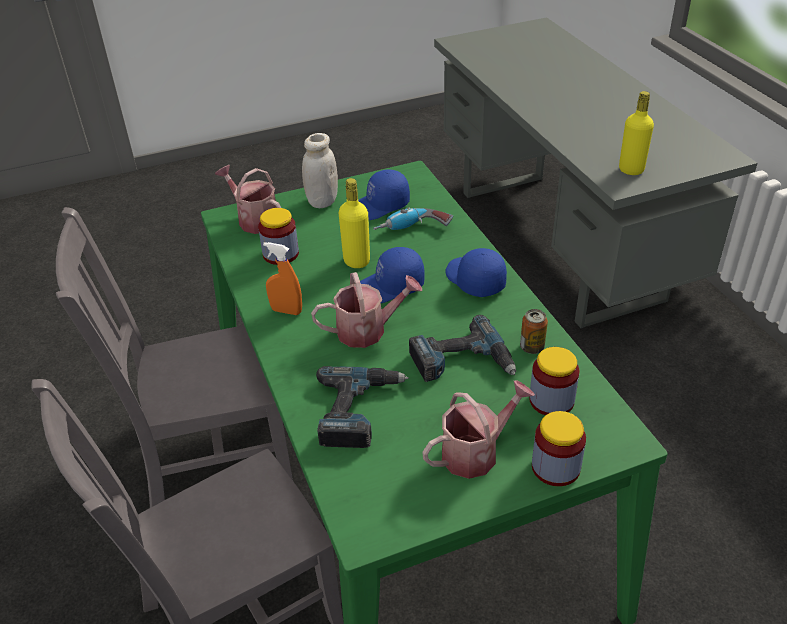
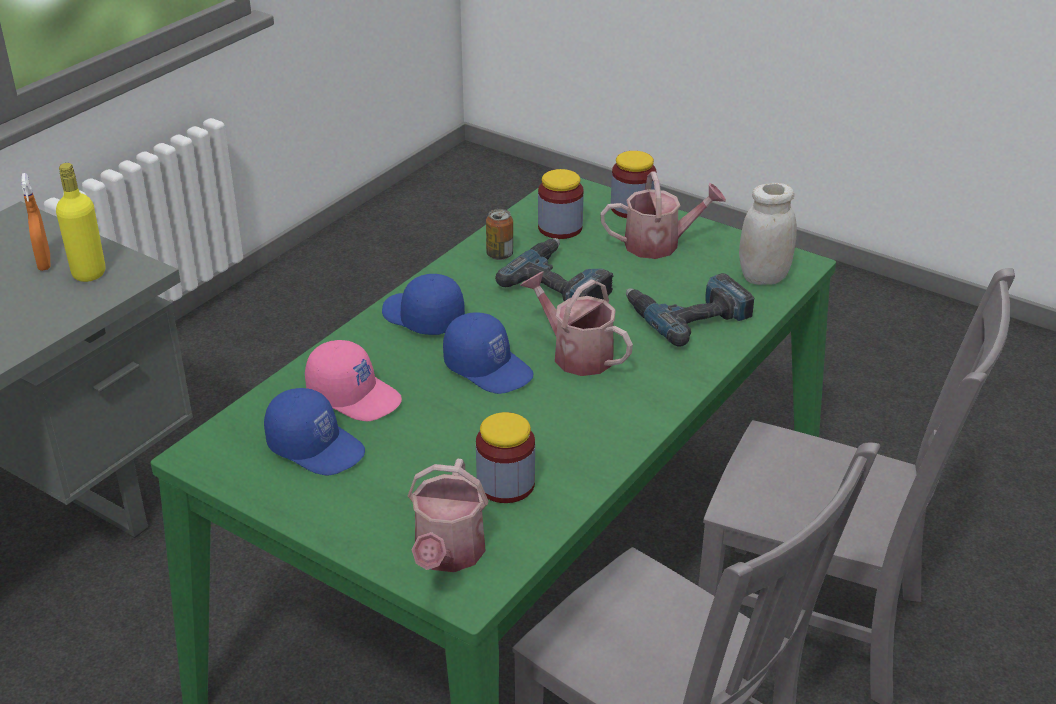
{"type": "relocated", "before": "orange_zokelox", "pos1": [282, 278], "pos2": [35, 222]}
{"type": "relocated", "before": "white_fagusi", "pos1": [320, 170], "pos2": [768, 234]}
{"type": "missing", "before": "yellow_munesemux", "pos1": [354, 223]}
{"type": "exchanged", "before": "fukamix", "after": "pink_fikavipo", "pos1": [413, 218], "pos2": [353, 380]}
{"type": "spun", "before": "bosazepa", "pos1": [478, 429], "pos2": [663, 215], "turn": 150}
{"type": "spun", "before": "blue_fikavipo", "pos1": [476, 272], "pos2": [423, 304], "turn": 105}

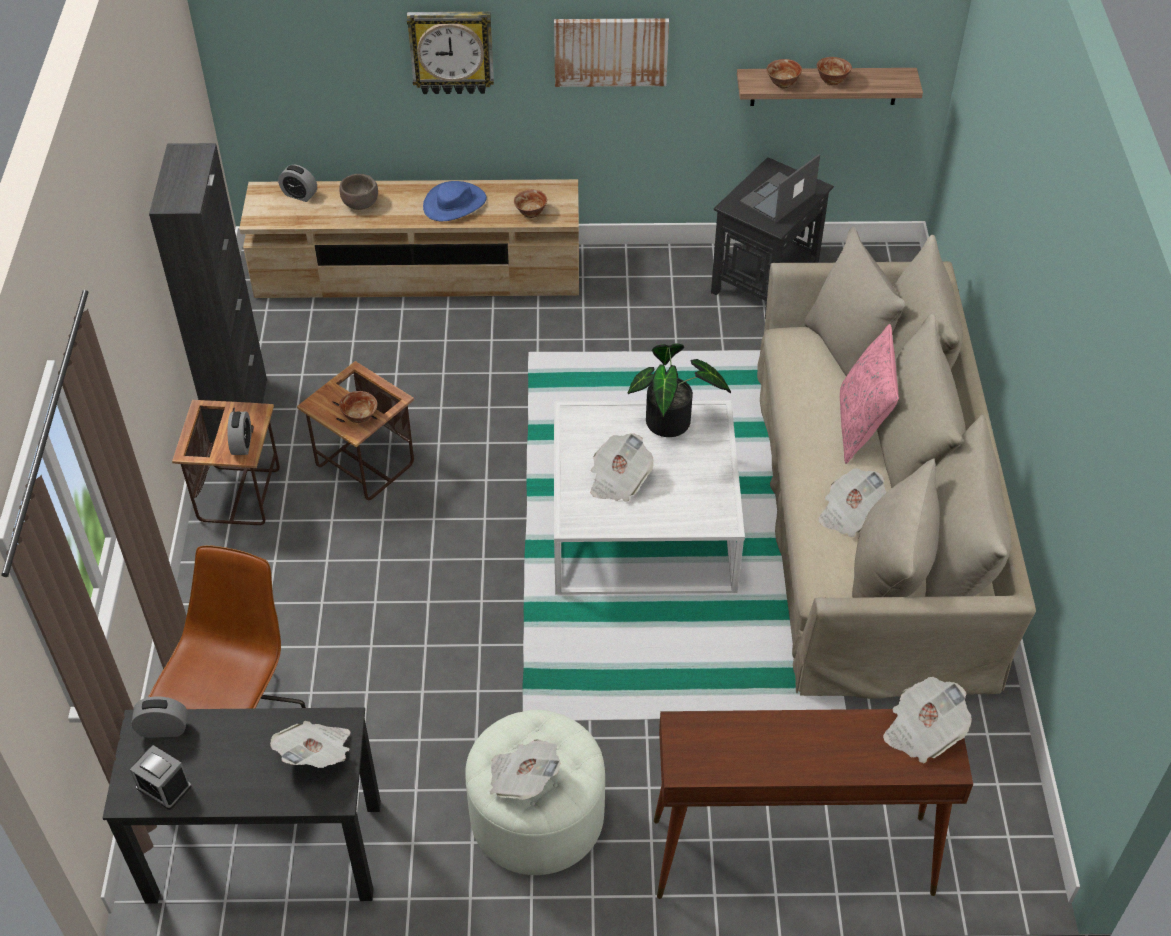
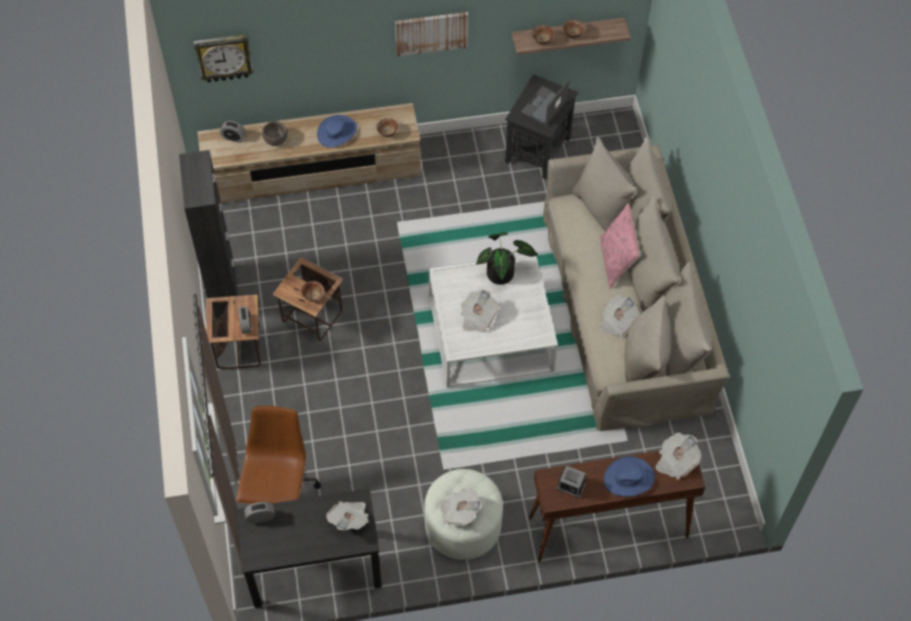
{"type": "relocated", "before": "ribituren", "pos1": [160, 777], "pos2": [571, 482]}
{"type": "relocated", "before": "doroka", "pos1": [450, 52], "pos2": [224, 58]}
{"type": "appeared", "after": "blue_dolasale", "pos2": [629, 476]}

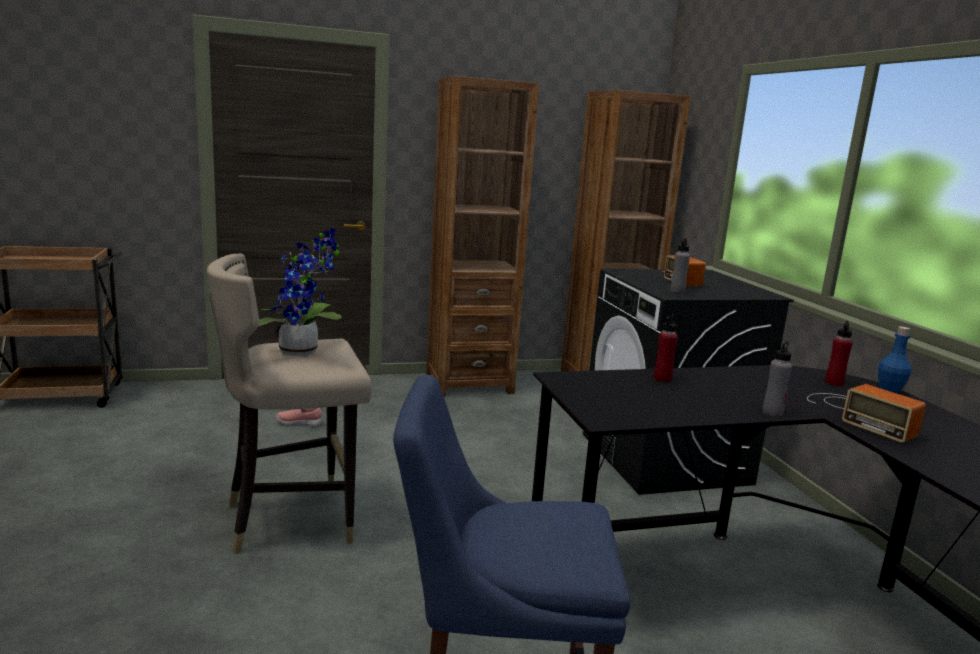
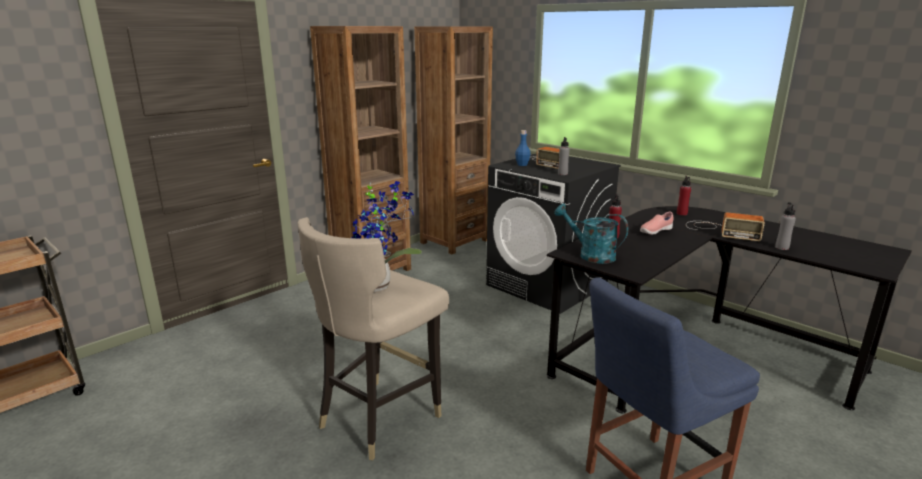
{"type": "relocated", "before": "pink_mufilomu", "pos1": [299, 417], "pos2": [656, 223]}
{"type": "relocated", "before": "grey_munesemux", "pos1": [777, 378], "pos2": [785, 226]}
{"type": "relocated", "before": "blue_munesemux", "pos1": [895, 359], "pos2": [523, 148]}
{"type": "appeared", "after": "turquoise_bosazepa", "pos2": [591, 234]}

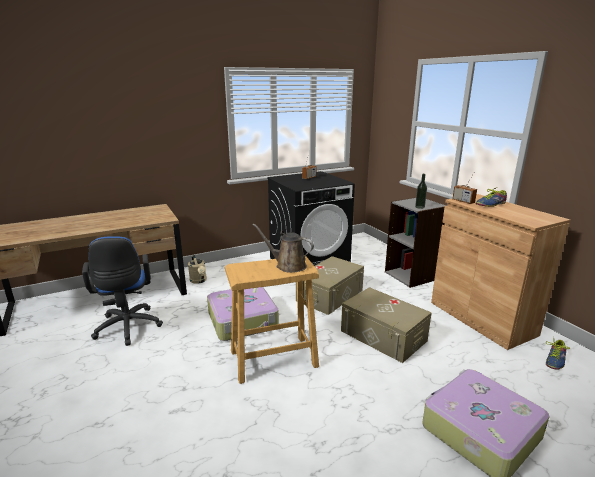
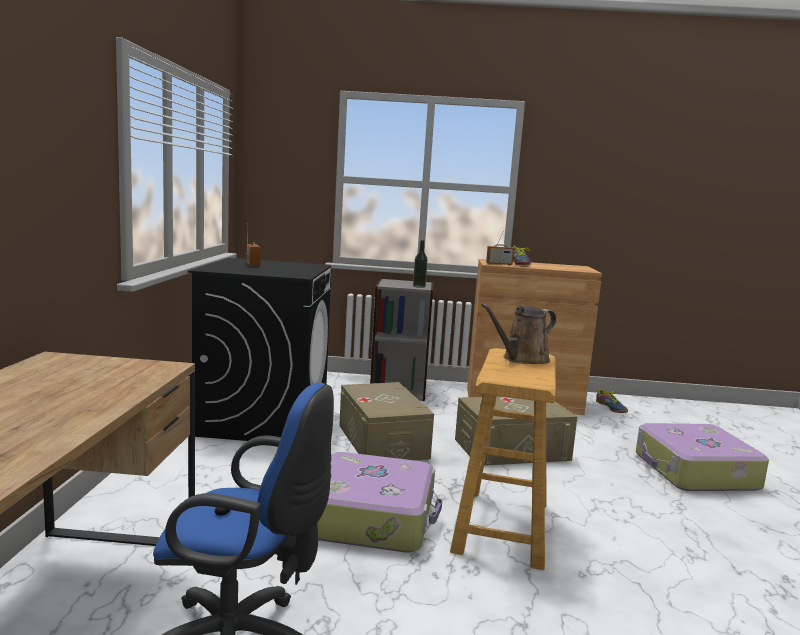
{"type": "missing", "before": "beige_bosazepa", "pos1": [197, 269]}

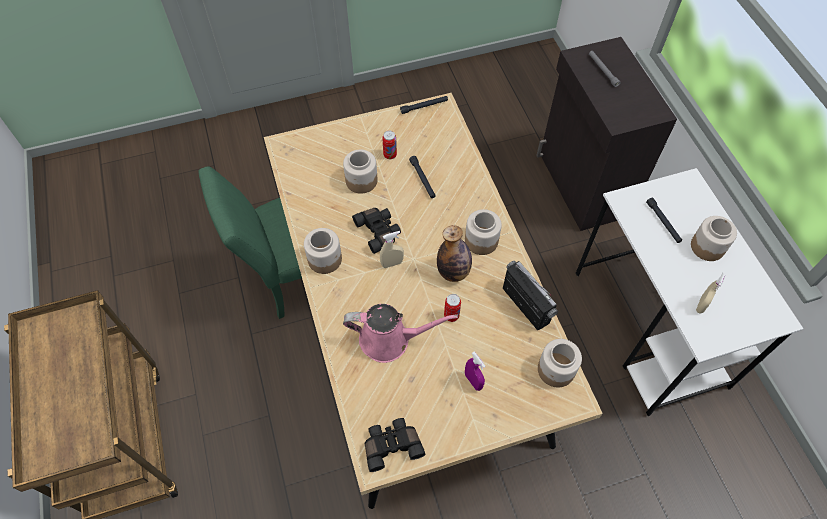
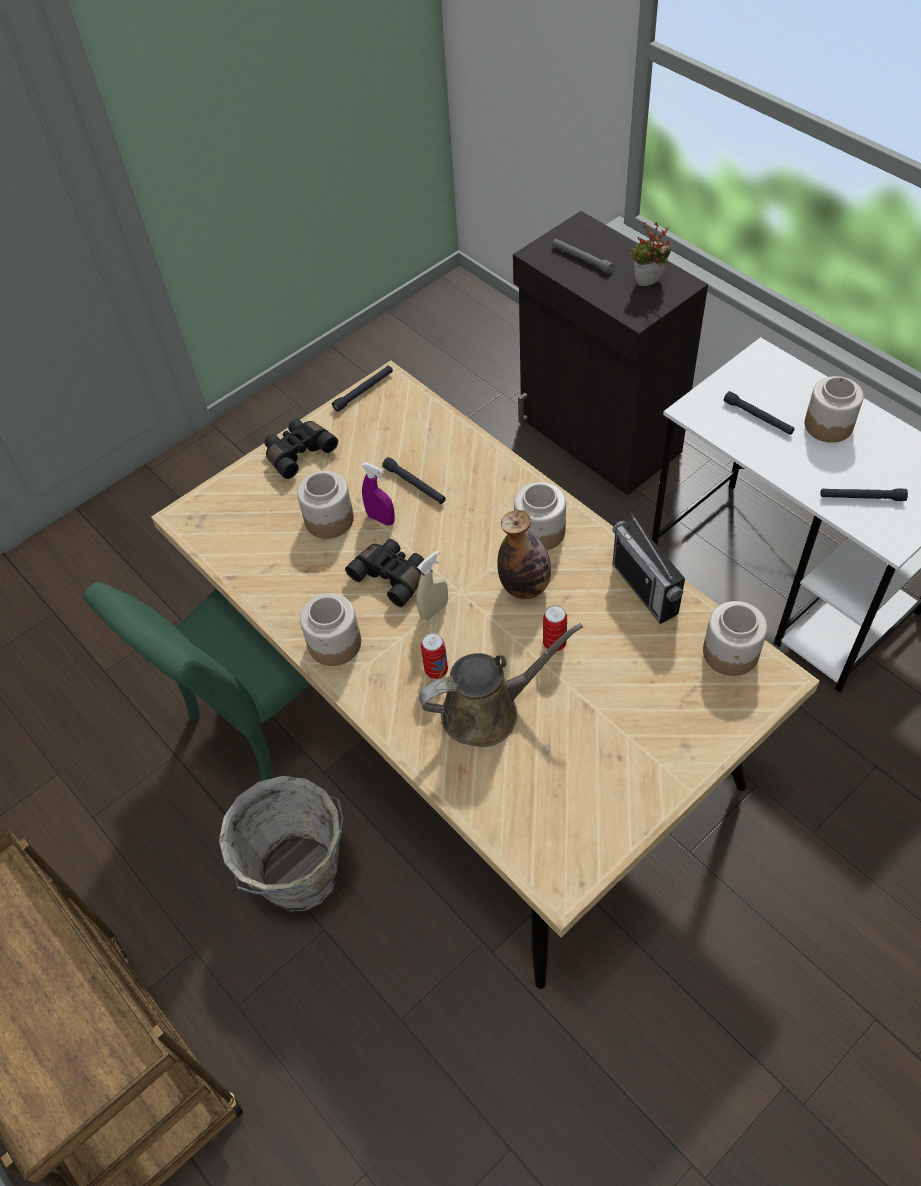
{"type": "colour", "before": "pink_bosazepa", "after": "brown_bosazepa", "pos1": [400, 333], "pos2": [501, 685]}
{"type": "relocated", "before": "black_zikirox", "pos1": [395, 445], "pos2": [301, 449]}
{"type": "relocated", "before": "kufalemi", "pos1": [389, 145], "pos2": [434, 656]}
{"type": "relocated", "before": "purple_zokelox", "pos1": [475, 371], "pos2": [378, 494]}
{"type": "spun", "before": "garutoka", "pos1": [530, 295], "pos2": [649, 568], "turn": -150}
{"type": "exchanged", "before": "beige_zokelox", "after": "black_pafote", "pos1": [711, 293], "pos2": [864, 494]}
{"type": "appeared", "after": "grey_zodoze", "pos2": [281, 844]}
{"type": "appeared", "after": "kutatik", "pos2": [650, 254]}

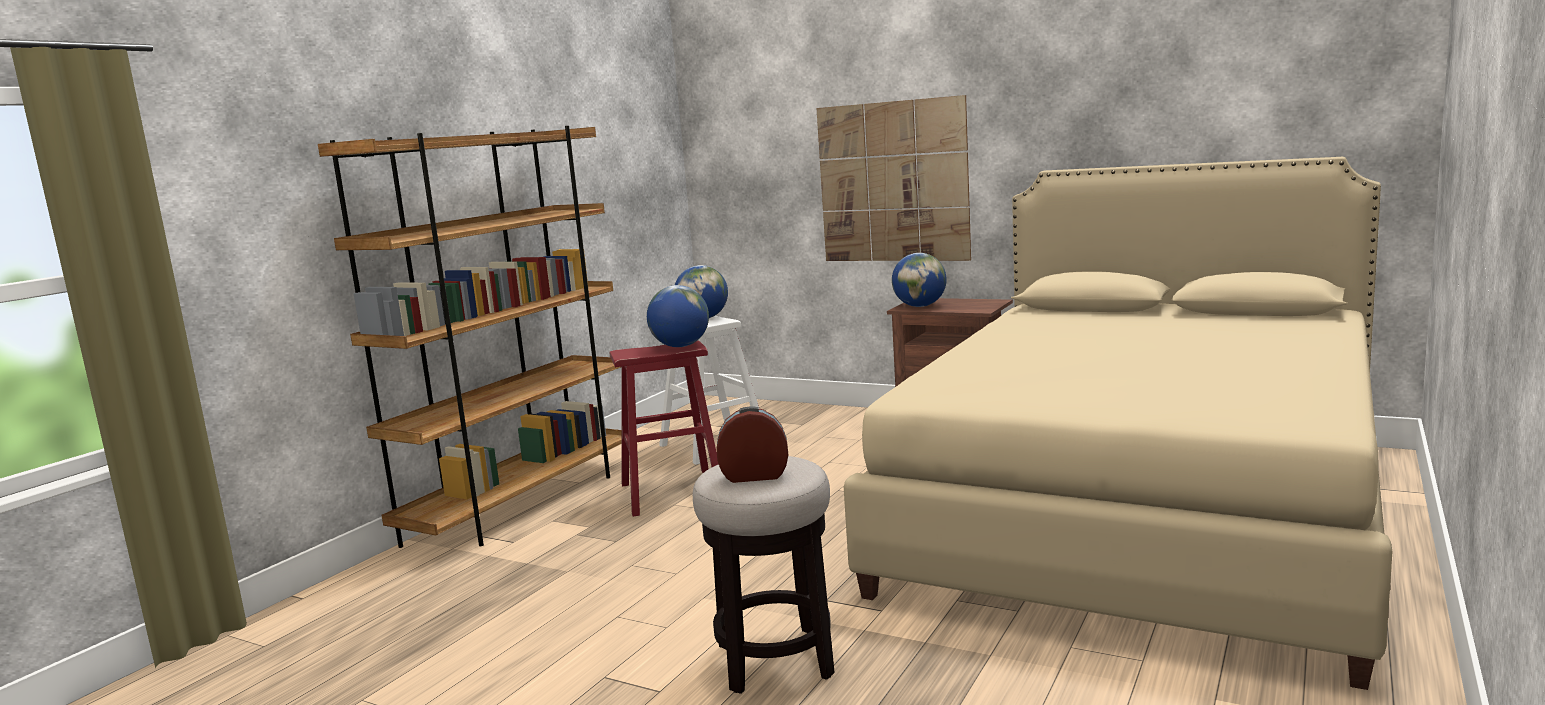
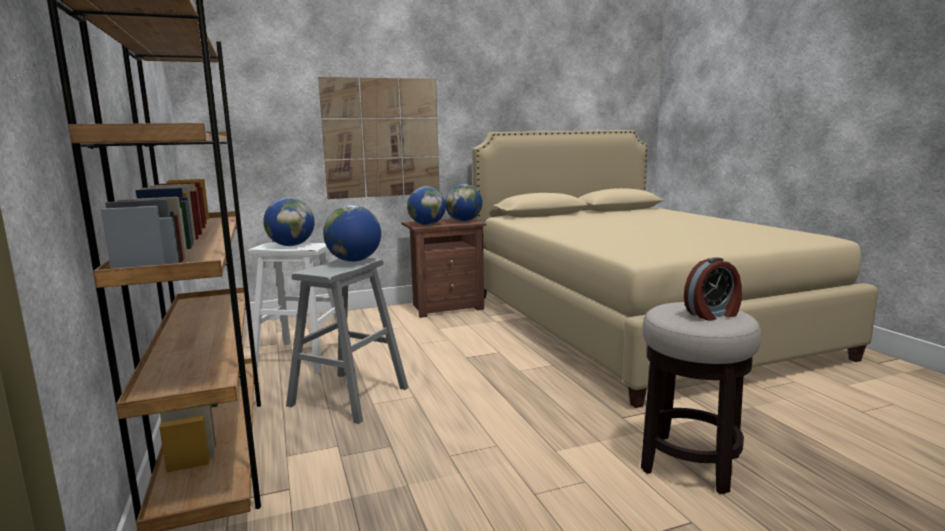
{"type": "colour", "before": "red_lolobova", "after": "grey_lolobova", "pos1": [663, 428], "pos2": [347, 341]}
{"type": "spun", "before": "ribituren", "pos1": [752, 445], "pos2": [713, 289], "turn": -150}
{"type": "appeared", "after": "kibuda", "pos2": [463, 202]}

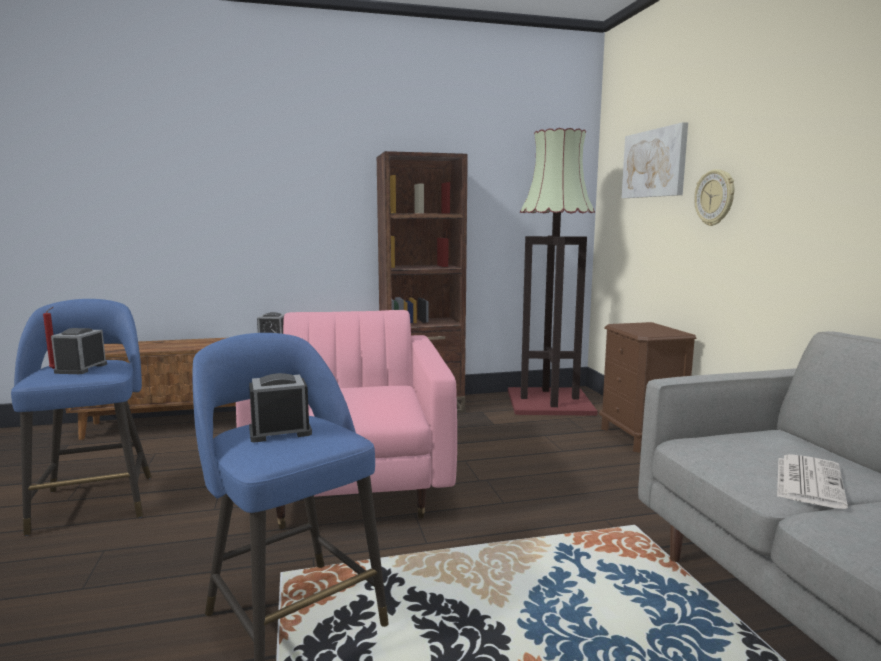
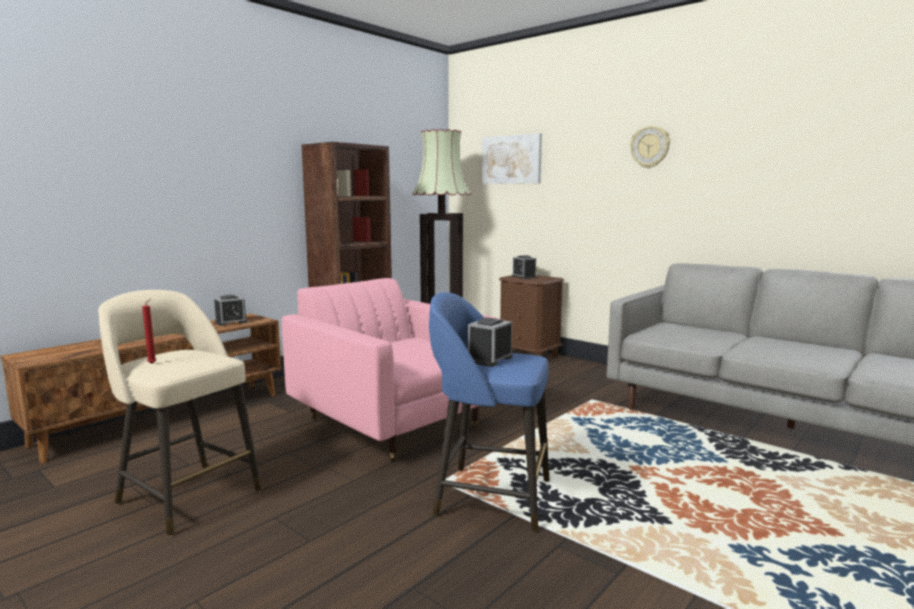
{"type": "colour", "before": "blue_lolobova", "after": "beige_lolobova", "pos1": [81, 417], "pos2": [180, 413]}
{"type": "relocated", "before": "ribituren", "pos1": [79, 351], "pos2": [524, 267]}
{"type": "relocated", "before": "doroka", "pos1": [714, 197], "pos2": [650, 147]}
{"type": "missing", "before": "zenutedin", "pos1": [812, 481]}

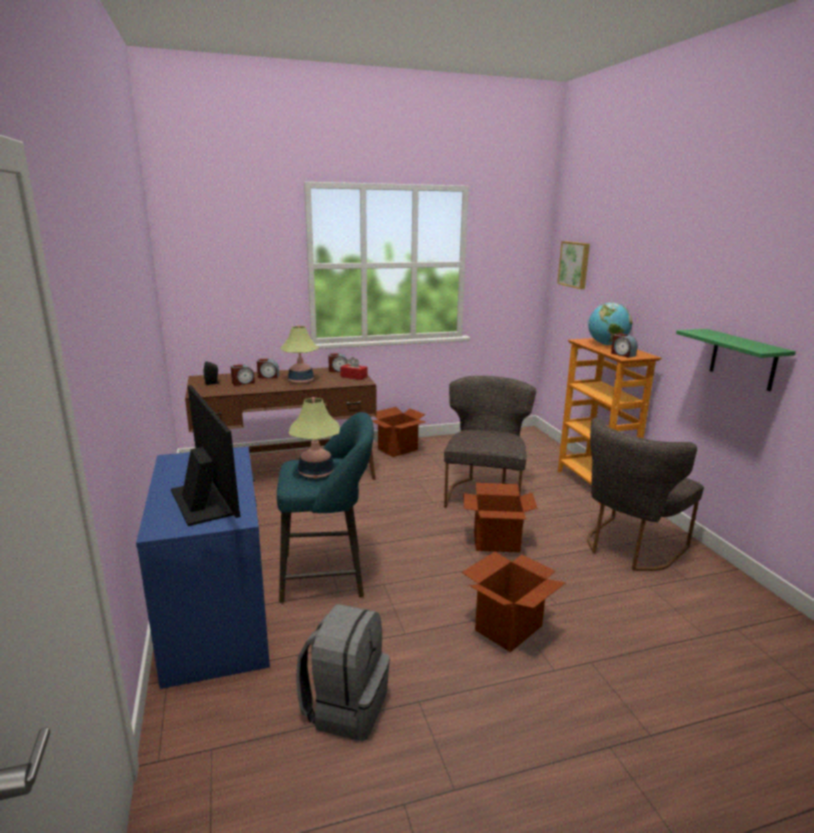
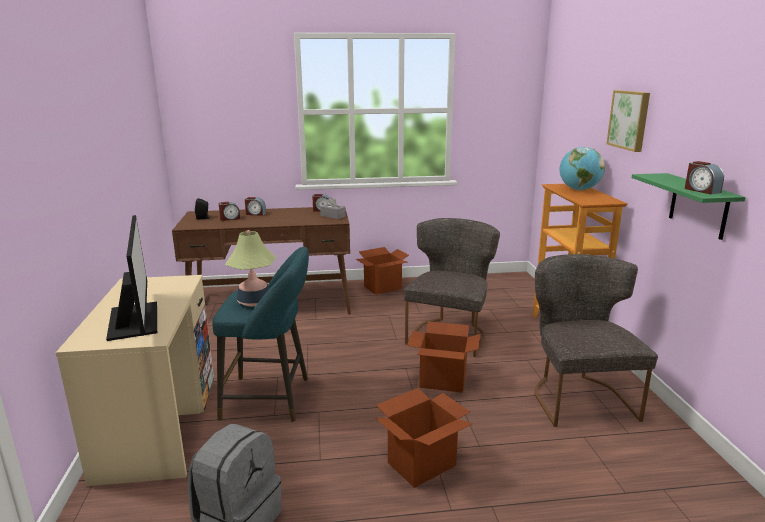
{"type": "colour", "before": "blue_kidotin", "after": "beige_kidotin", "pos1": [203, 568], "pos2": [135, 380]}
{"type": "missing", "before": "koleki", "pos1": [299, 354]}
{"type": "colour", "before": "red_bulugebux", "after": "grey_bulugebux", "pos1": [354, 368], "pos2": [333, 208]}
{"type": "relocated", "before": "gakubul", "pos1": [573, 265], "pos2": [628, 121]}
{"type": "spun", "before": "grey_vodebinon", "pos1": [645, 494], "pos2": [596, 340], "turn": 120}
{"type": "relocated", "before": "ribituren", "pos1": [624, 345], "pos2": [704, 177]}

